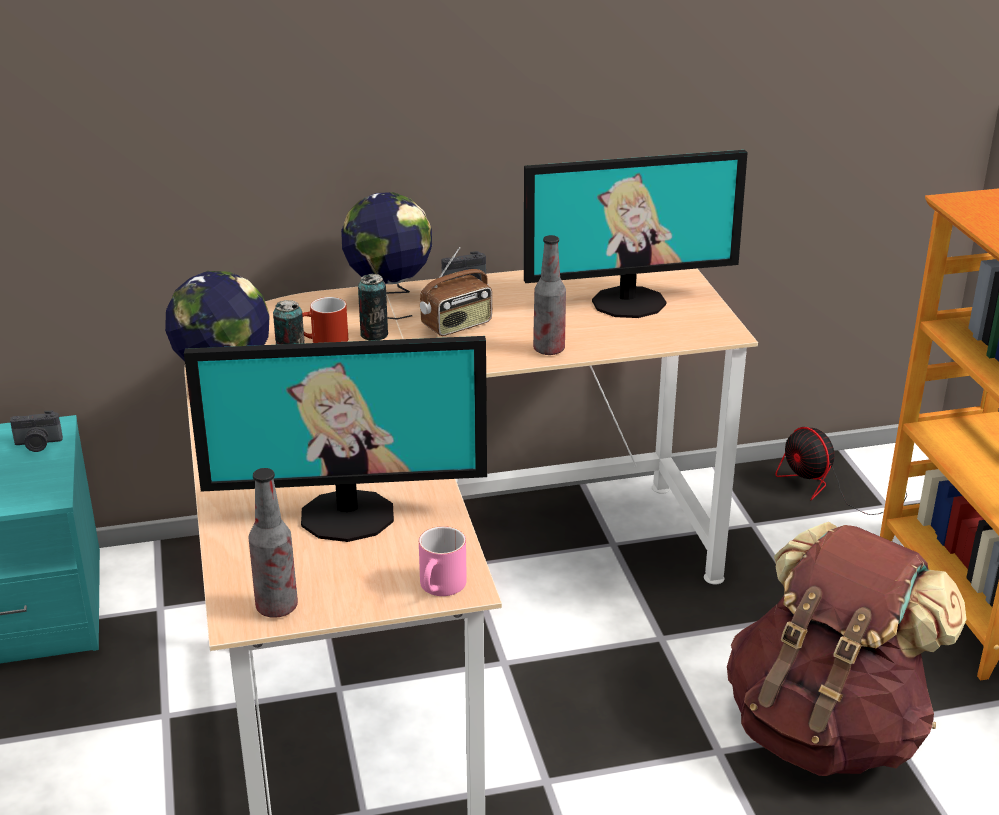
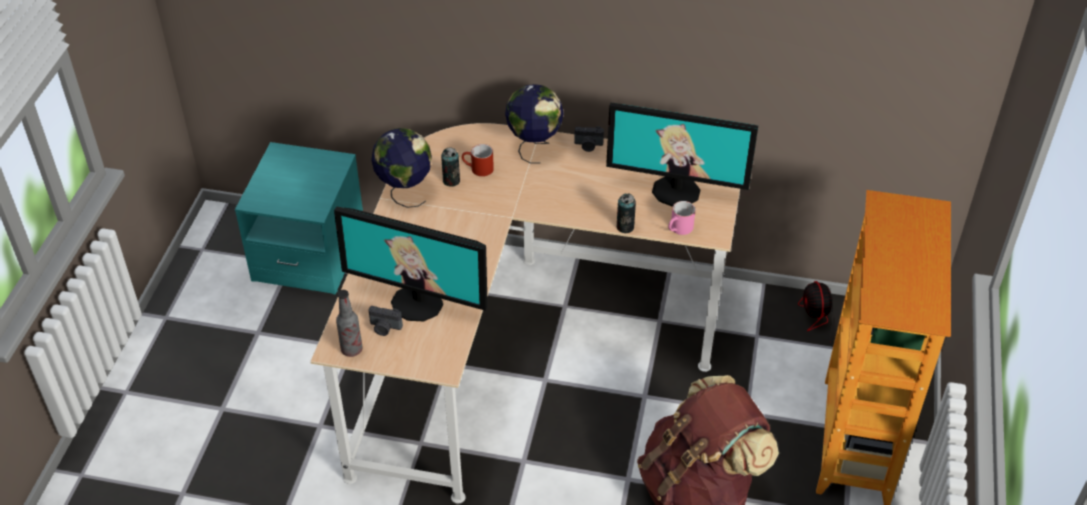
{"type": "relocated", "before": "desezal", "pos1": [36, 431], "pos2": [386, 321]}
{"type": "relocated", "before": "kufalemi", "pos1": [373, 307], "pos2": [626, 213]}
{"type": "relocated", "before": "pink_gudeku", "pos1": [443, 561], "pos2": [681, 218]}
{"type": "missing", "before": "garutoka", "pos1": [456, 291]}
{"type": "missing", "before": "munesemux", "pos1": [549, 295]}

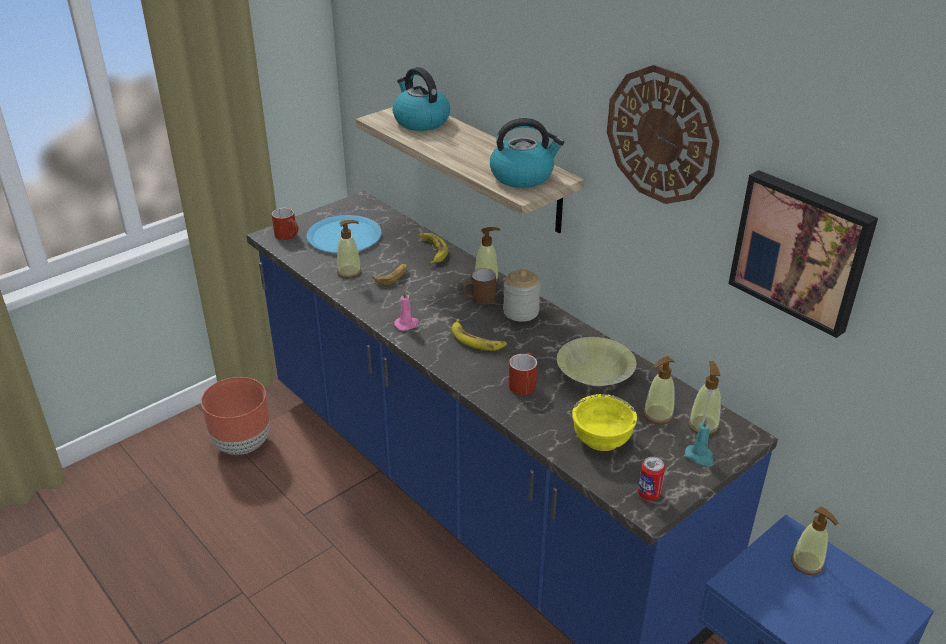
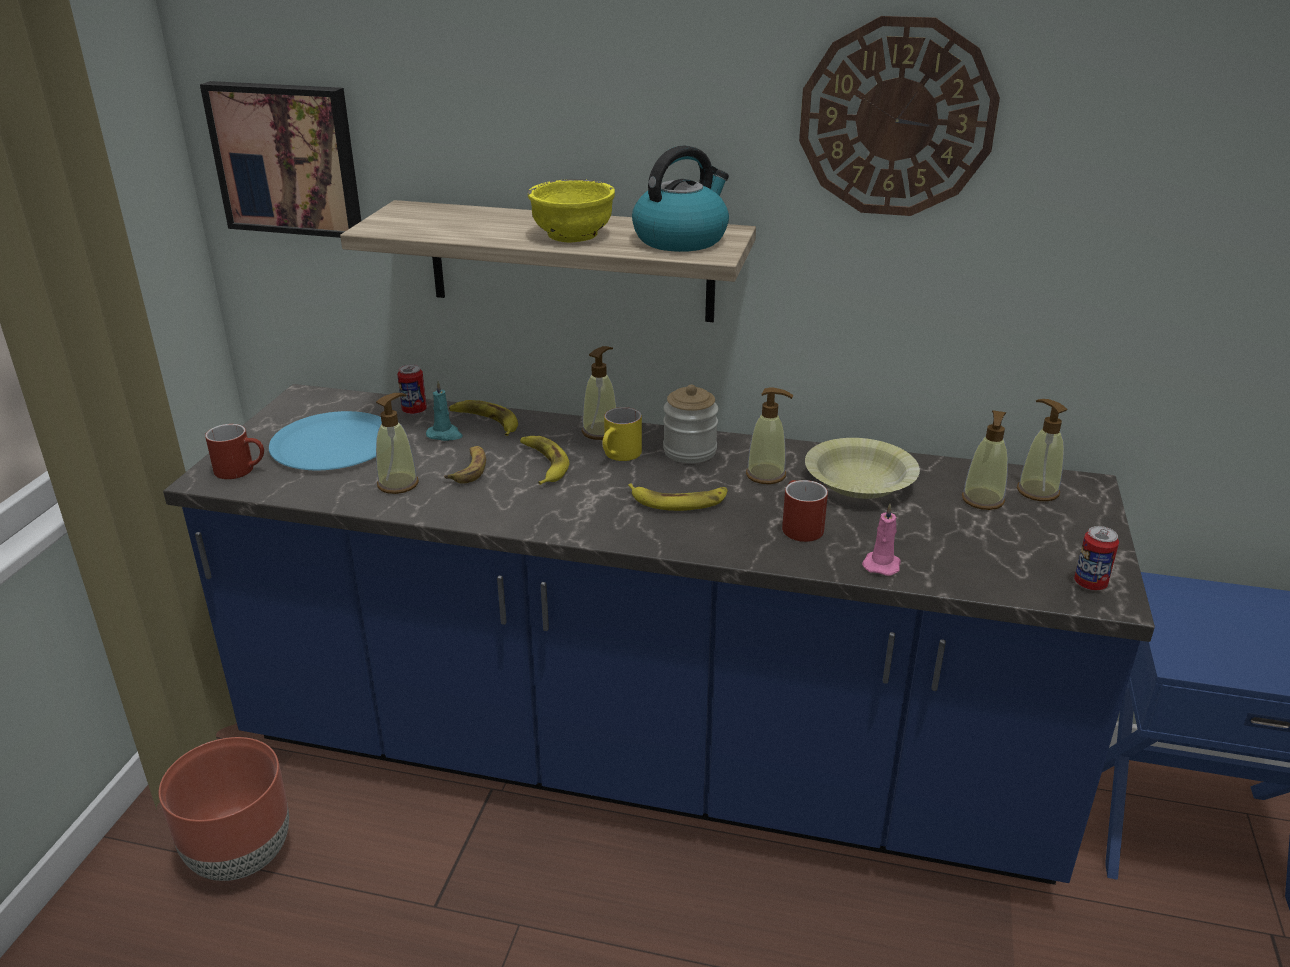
{"type": "missing", "before": "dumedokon", "pos1": [421, 99]}
{"type": "relocated", "before": "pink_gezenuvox", "pos1": [406, 310], "pos2": [881, 539]}
{"type": "colour", "before": "brown_gudeku", "after": "yellow_gudeku", "pos1": [479, 287], "pos2": [622, 434]}
{"type": "relocated", "before": "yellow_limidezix", "pos1": [604, 422], "pos2": [571, 211]}
{"type": "relocated", "before": "turquoise_gezenuvox", "pos1": [699, 442], "pos2": [444, 411]}
{"type": "relocated", "before": "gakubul", "pos1": [803, 254], "pos2": [280, 159]}
{"type": "relocated", "before": "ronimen", "pos1": [815, 541], "pos2": [770, 436]}
{"type": "appeared", "after": "kufalemi", "pos2": [412, 389]}
{"type": "appeared", "after": "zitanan", "pos2": [544, 460]}

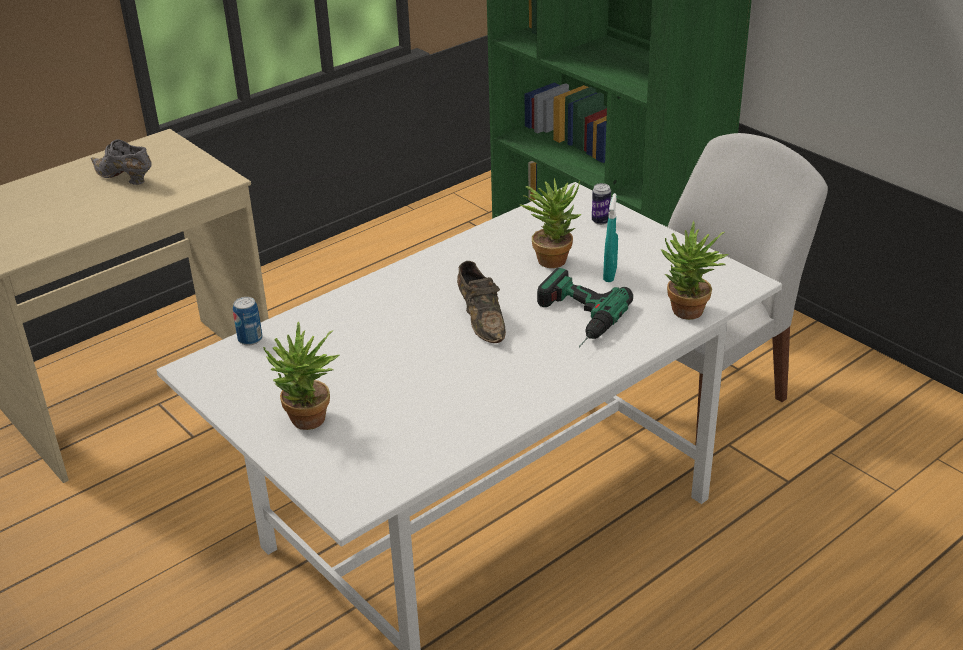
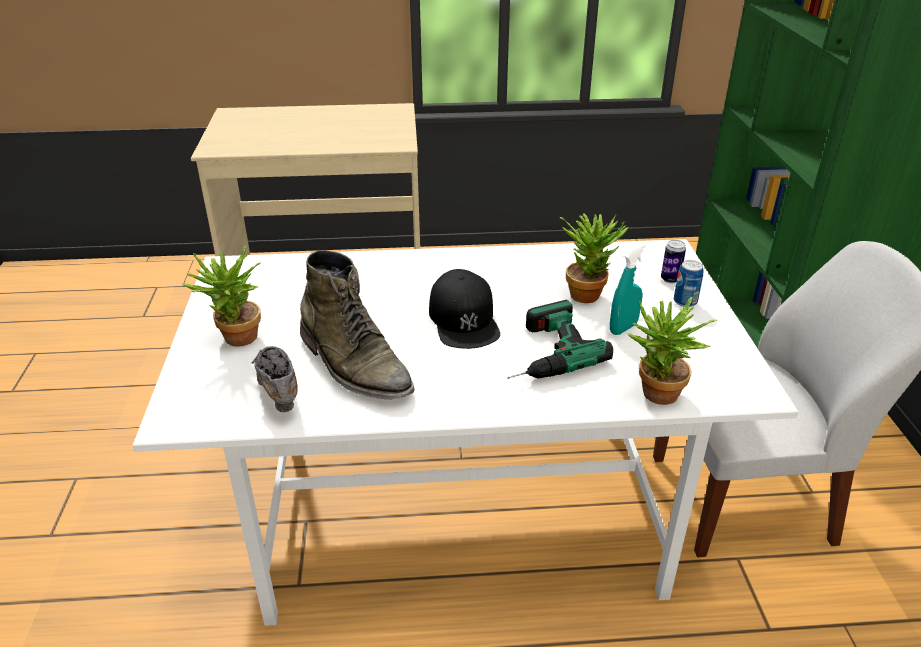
{"type": "relocated", "before": "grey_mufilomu", "pos1": [121, 162], "pos2": [274, 379]}
{"type": "relocated", "before": "kufalemi", "pos1": [248, 321], "pos2": [689, 283]}
{"type": "exchanged", "before": "brown_mufilomu", "after": "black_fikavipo", "pos1": [481, 302], "pos2": [464, 309]}
{"type": "appeared", "after": "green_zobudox", "pos2": [357, 325]}

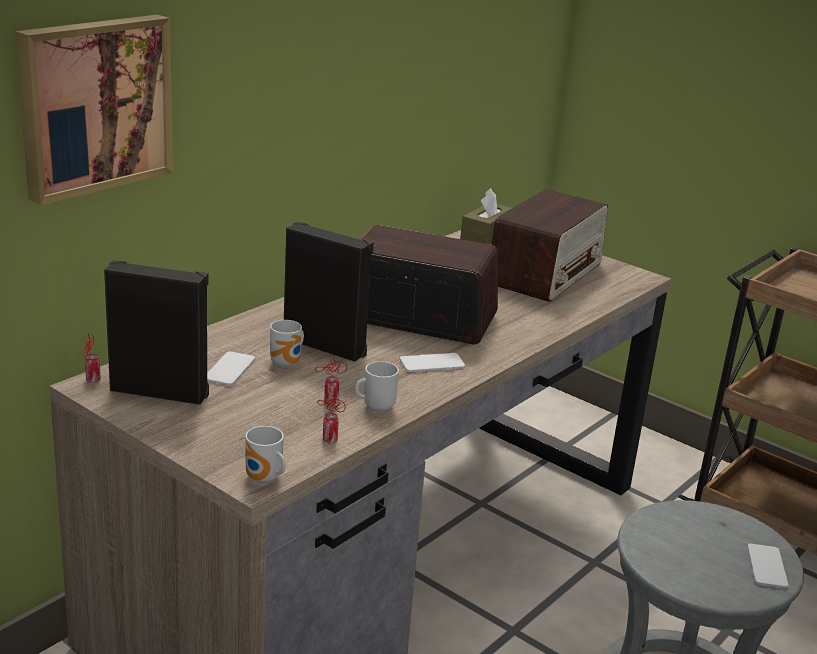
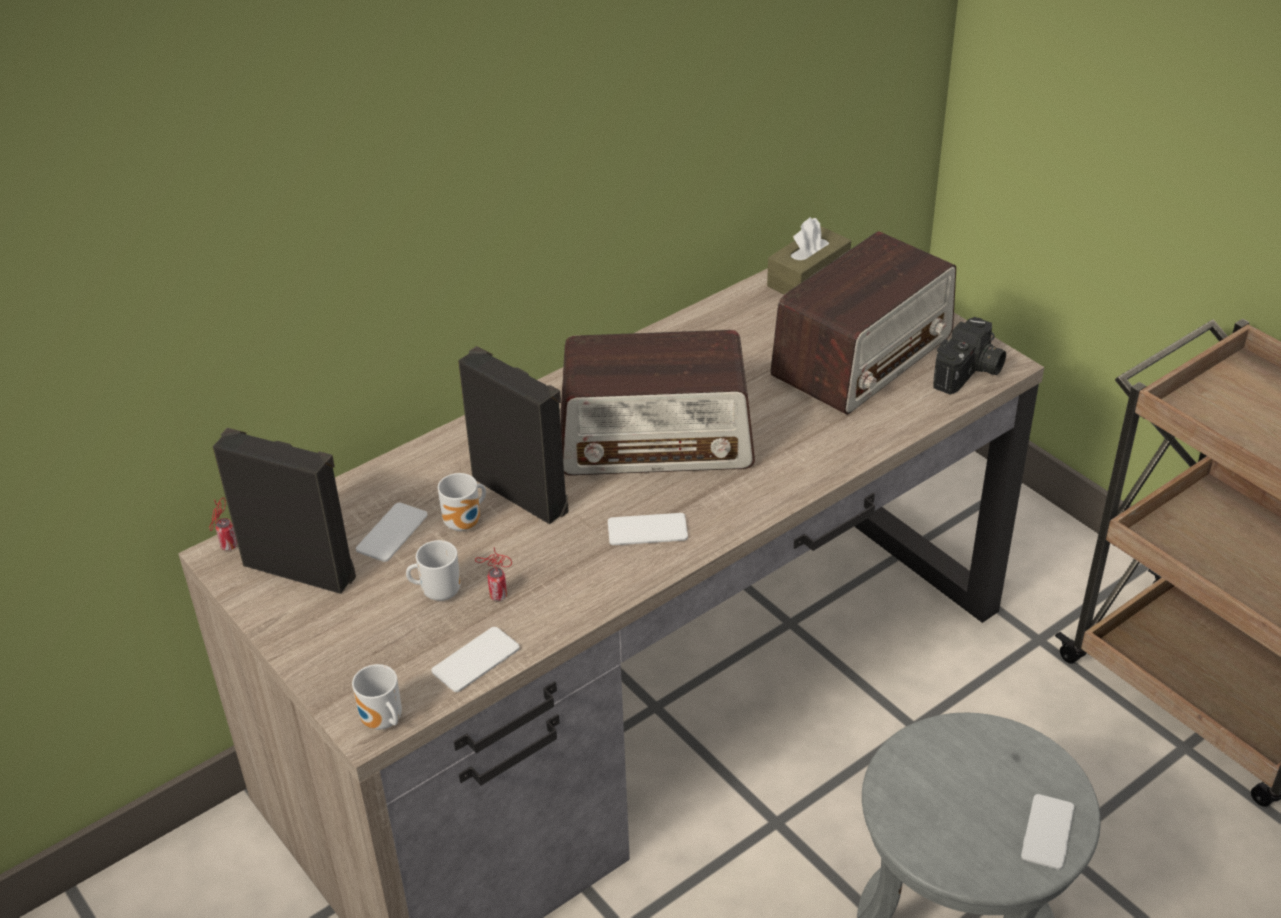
{"type": "missing", "before": "gakubul", "pos1": [94, 110]}
{"type": "exchanged", "before": "kufalemi", "after": "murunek", "pos1": [331, 418], "pos2": [476, 659]}
{"type": "relocated", "before": "gudeku", "pos1": [377, 386], "pos2": [433, 570]}
{"type": "spun", "before": "garutoka", "pos1": [429, 284], "pos2": [658, 403], "turn": 150}
{"type": "appeared", "after": "desezal", "pos2": [969, 356]}

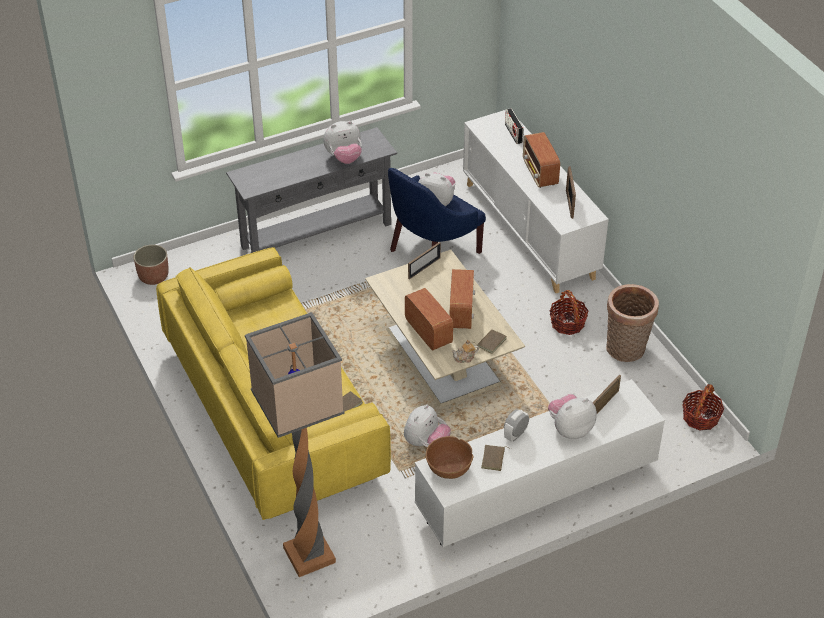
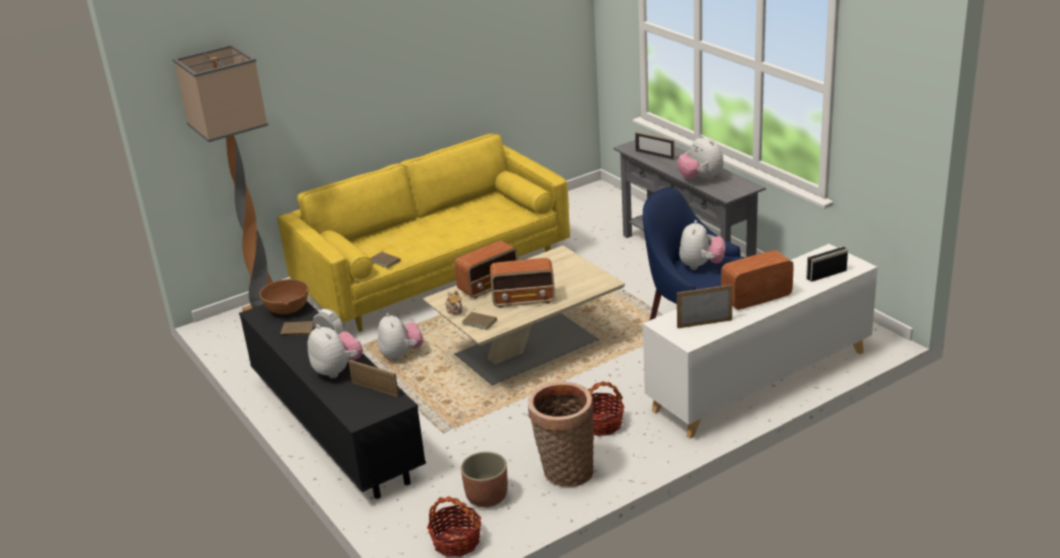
{"type": "relocated", "before": "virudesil", "pos1": [151, 265], "pos2": [484, 479]}
{"type": "spun", "before": "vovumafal", "pos1": [427, 425], "pos2": [400, 337], "turn": -135}
{"type": "relocated", "before": "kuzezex", "pos1": [424, 260], "pos2": [654, 146]}
{"type": "colour", "before": "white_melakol", "after": "black_melakol", "pos1": [540, 463], "pos2": [332, 400]}

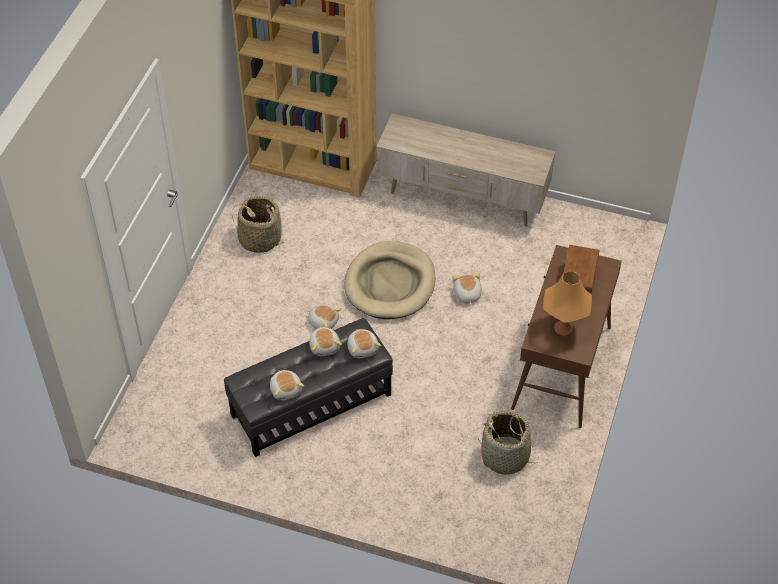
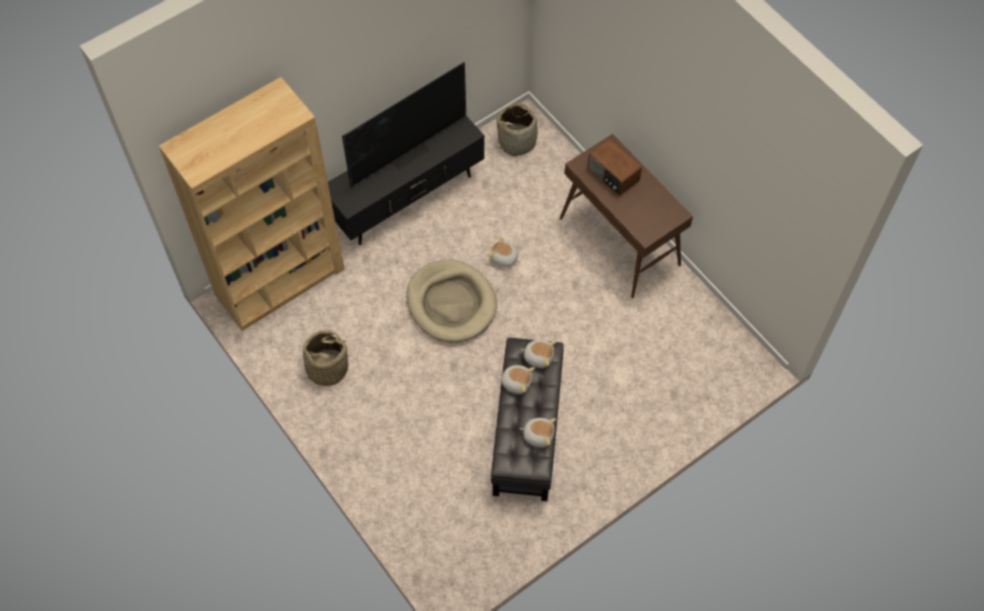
{"type": "missing", "before": "vovumafal", "pos1": [325, 316]}
{"type": "colour", "before": "beige_melakol", "after": "black_melakol", "pos1": [466, 170], "pos2": [406, 180]}
{"type": "relocated", "before": "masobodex", "pos1": [508, 443], "pos2": [520, 129]}
{"type": "missing", "before": "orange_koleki", "pos1": [567, 303]}
{"type": "appeared", "after": "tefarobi", "pos2": [404, 125]}

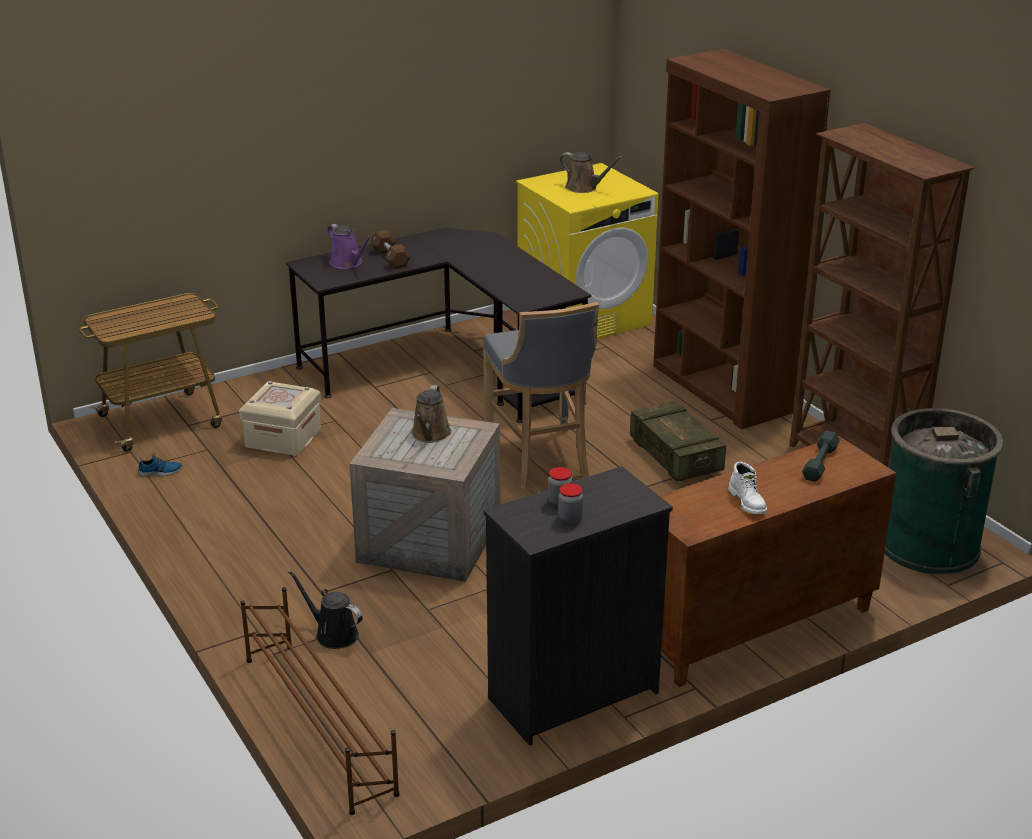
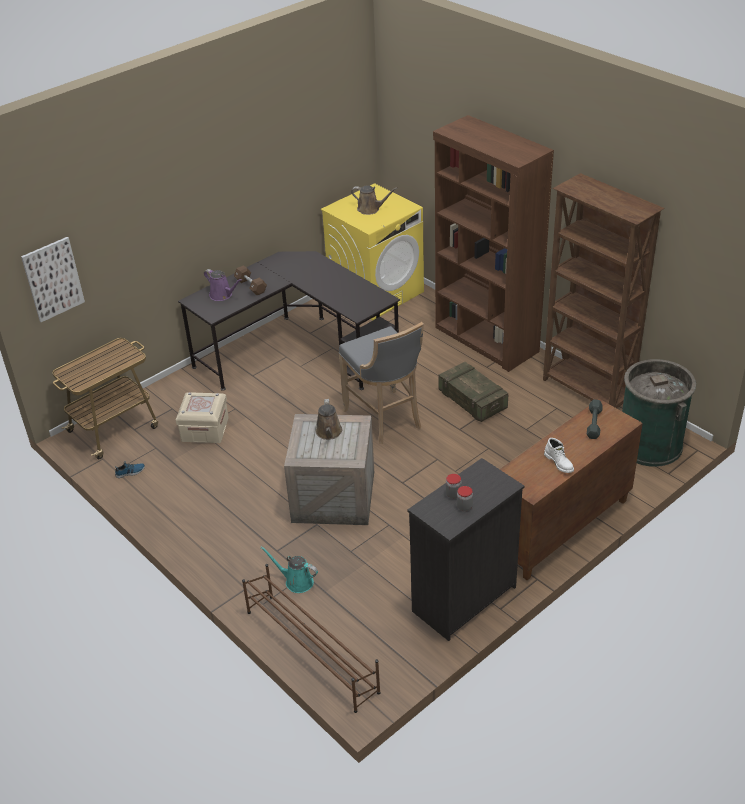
{"type": "colour", "before": "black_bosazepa", "after": "turquoise_bosazepa", "pos1": [325, 609], "pos2": [289, 569]}
{"type": "appeared", "after": "gakubul", "pos2": [53, 279]}

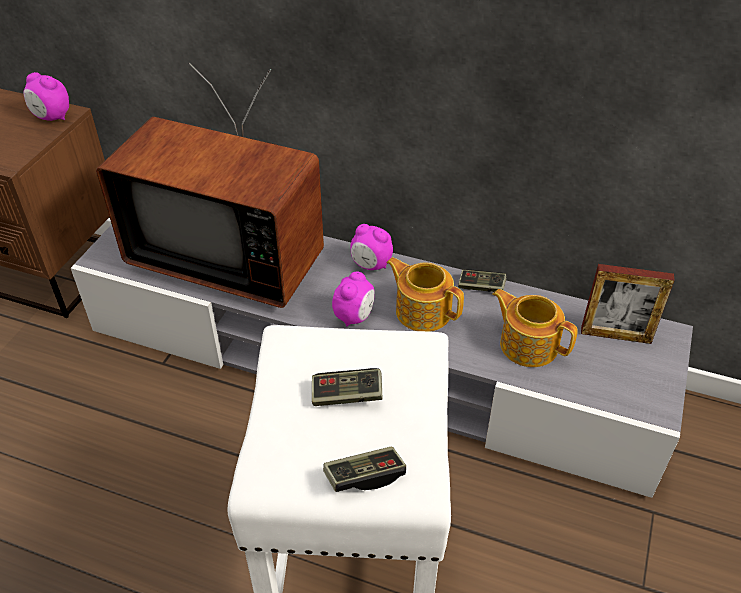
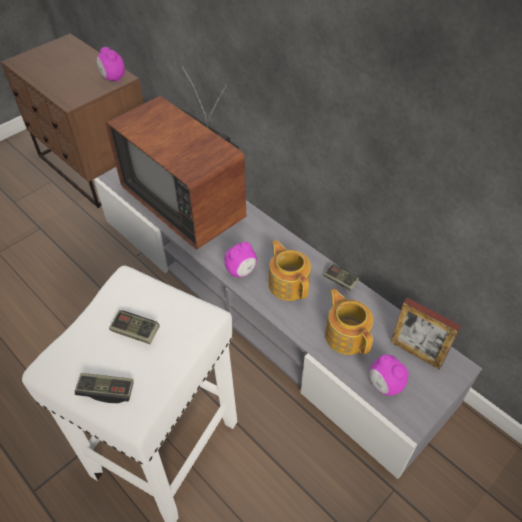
{"type": "relocated", "before": "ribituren", "pos1": [371, 247], "pos2": [389, 375]}

